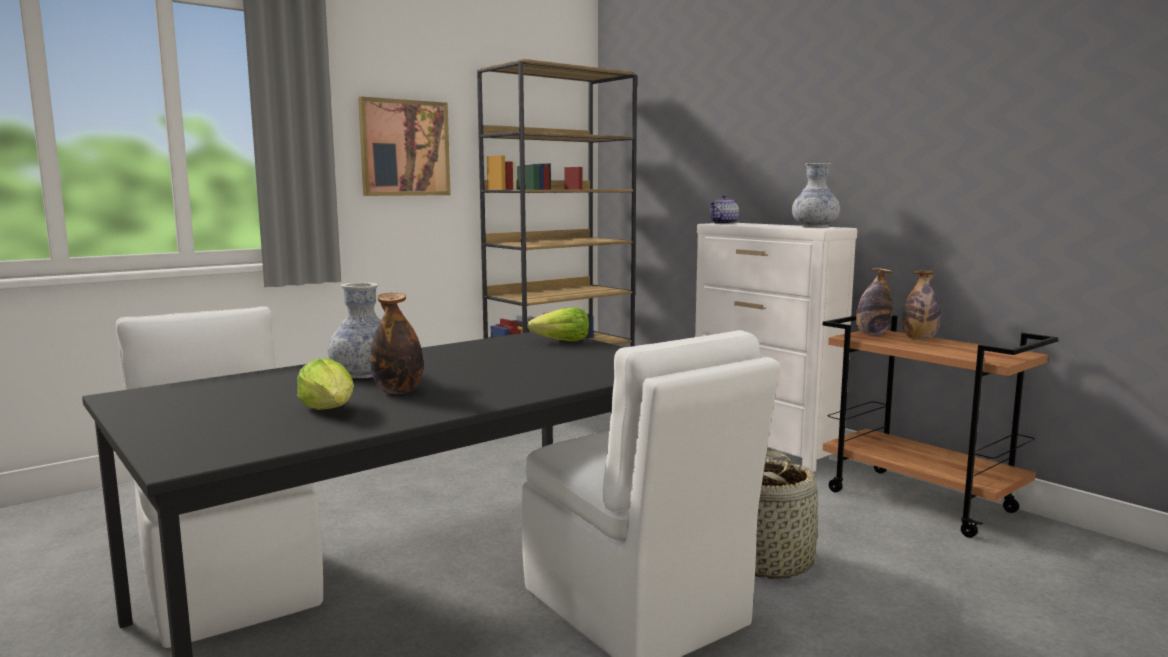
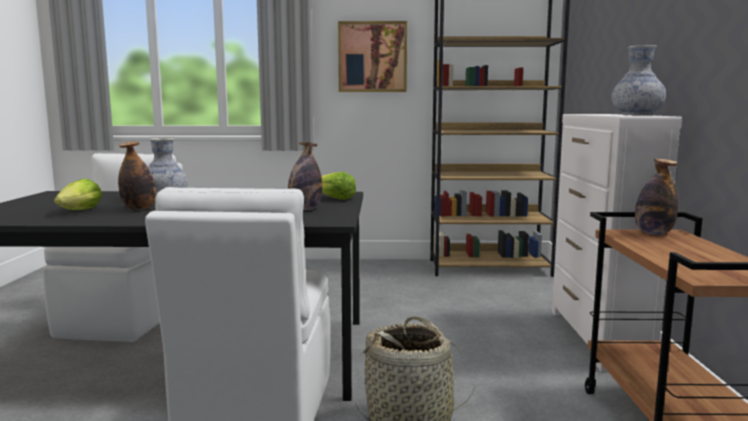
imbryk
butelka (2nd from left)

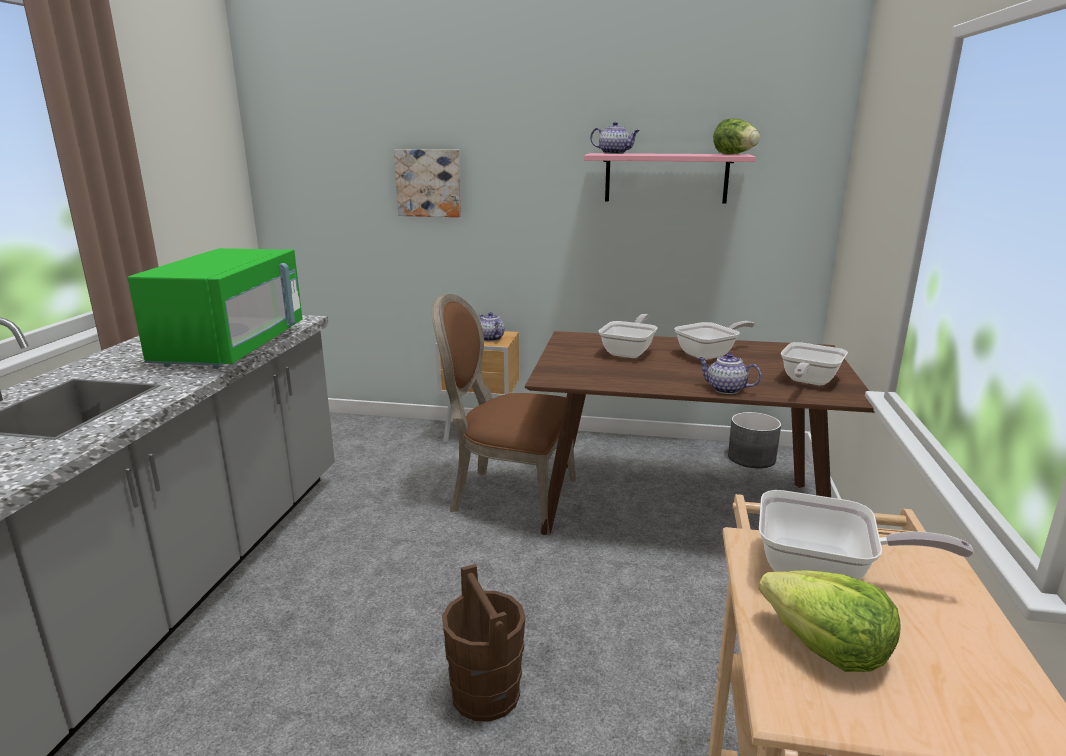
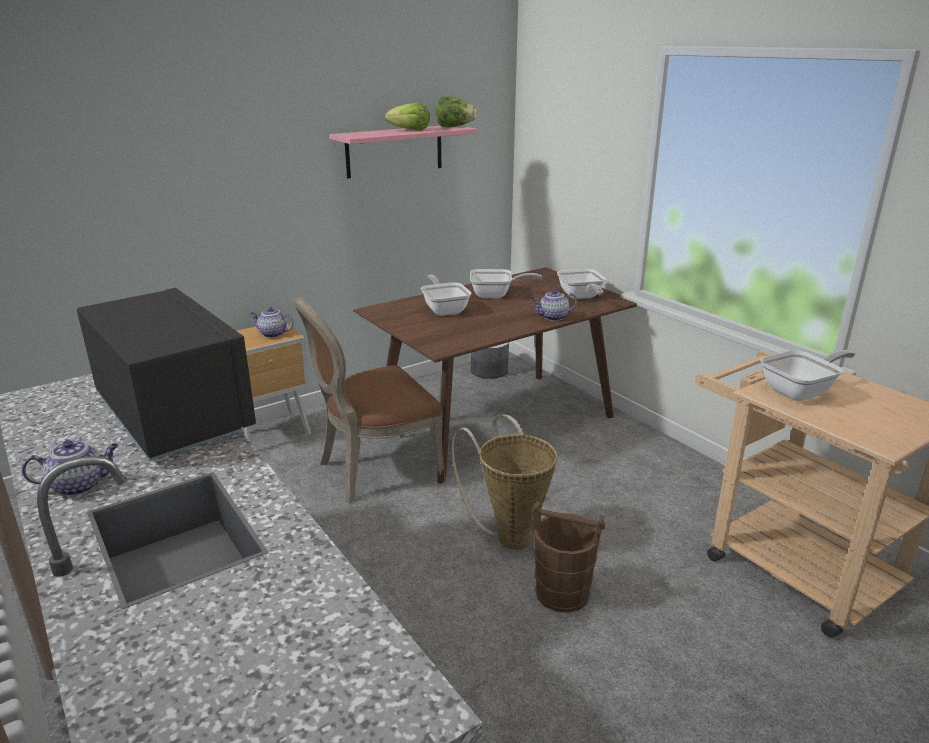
imbryk (1st from left)
obraz
mikrofalówka [czarny]
patelnia (2nd from left)
sałata (1st from left)
koszyk

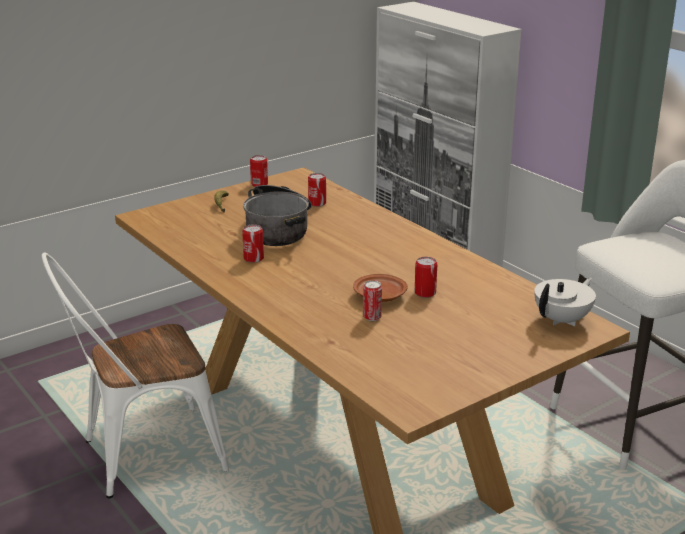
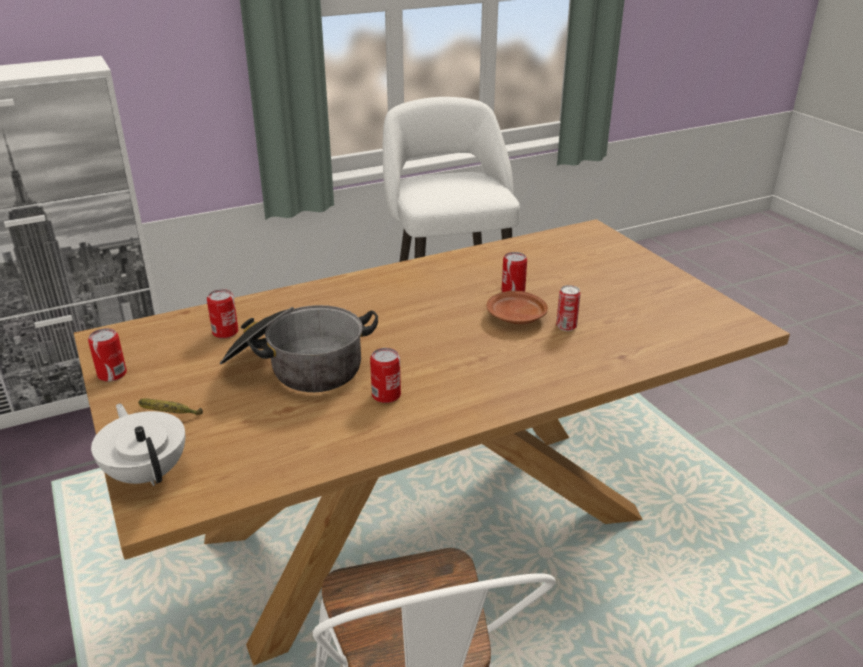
imbryk [biały]

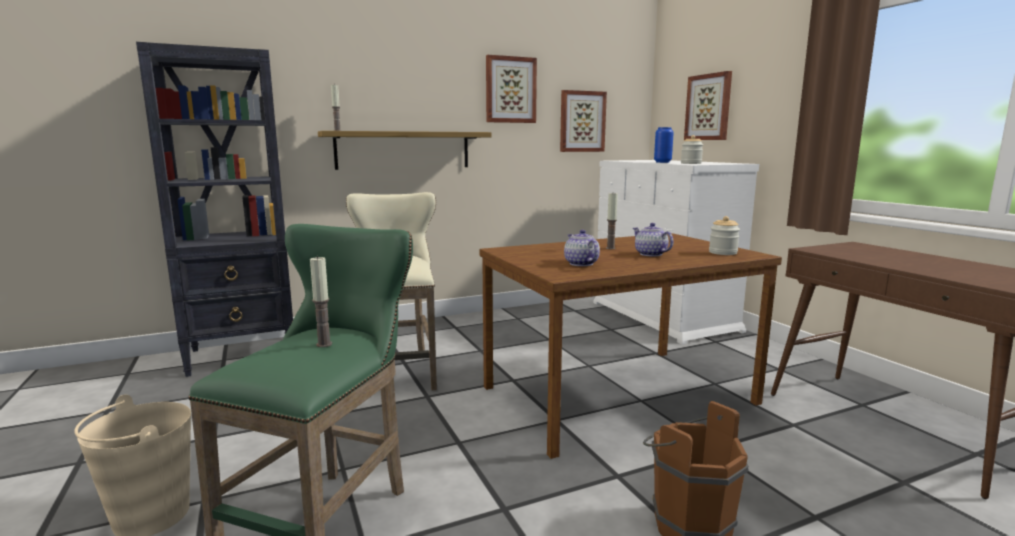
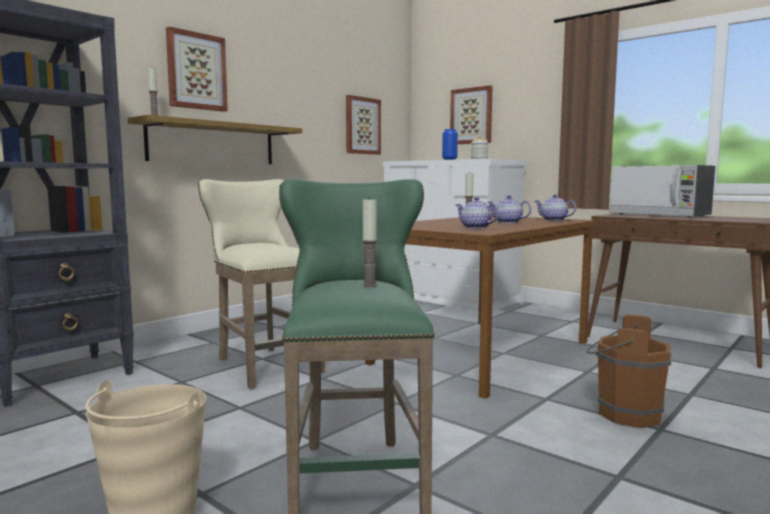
obraz (1st from left)
imbryk (3rd from left)
mikrofalówka

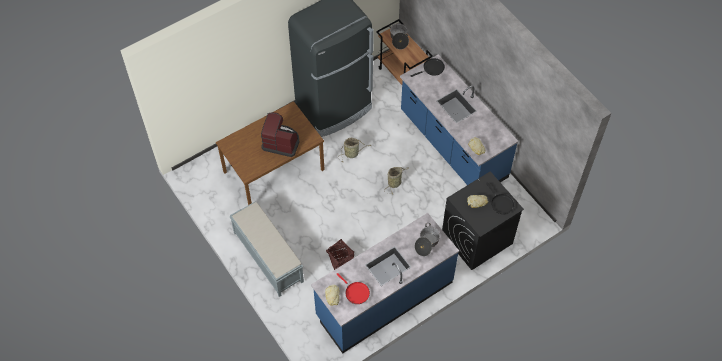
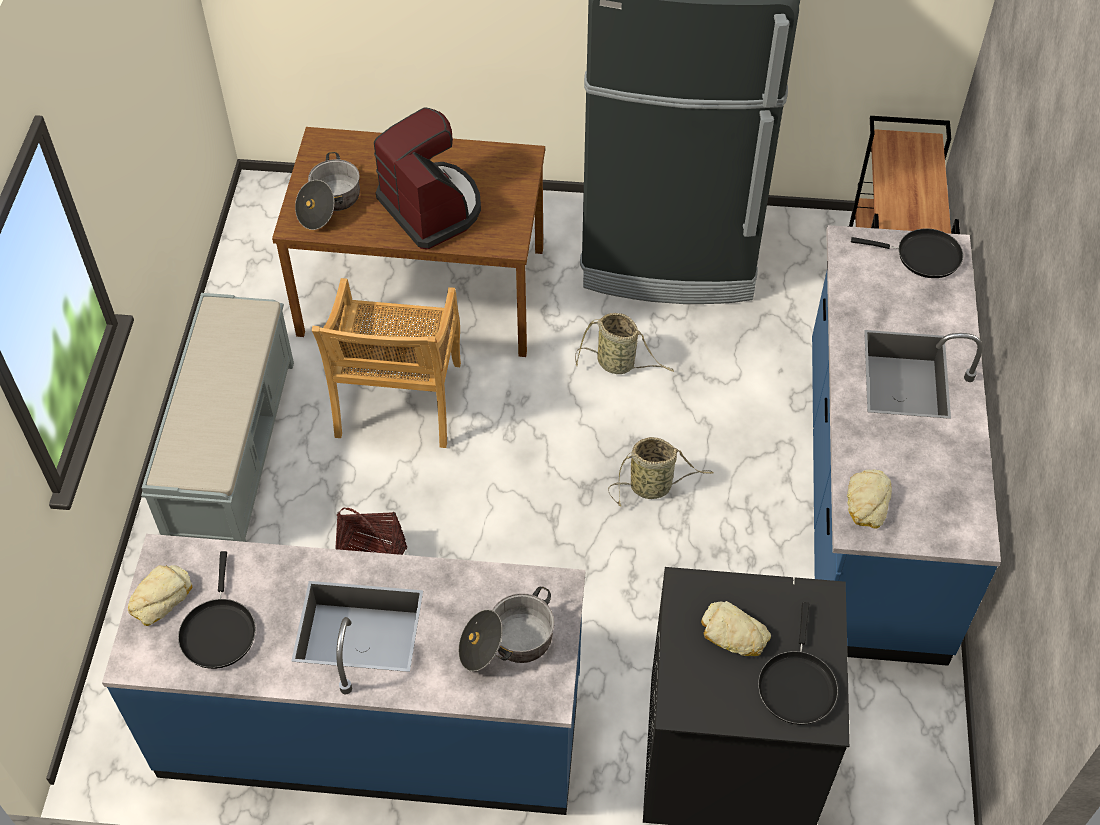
garnek (1st from left)
patelnia [czarny] (1st from left)
krzesło [beżowy]

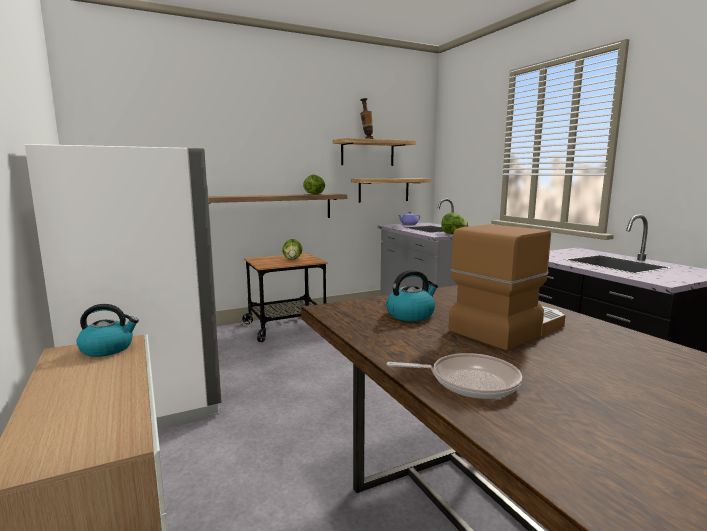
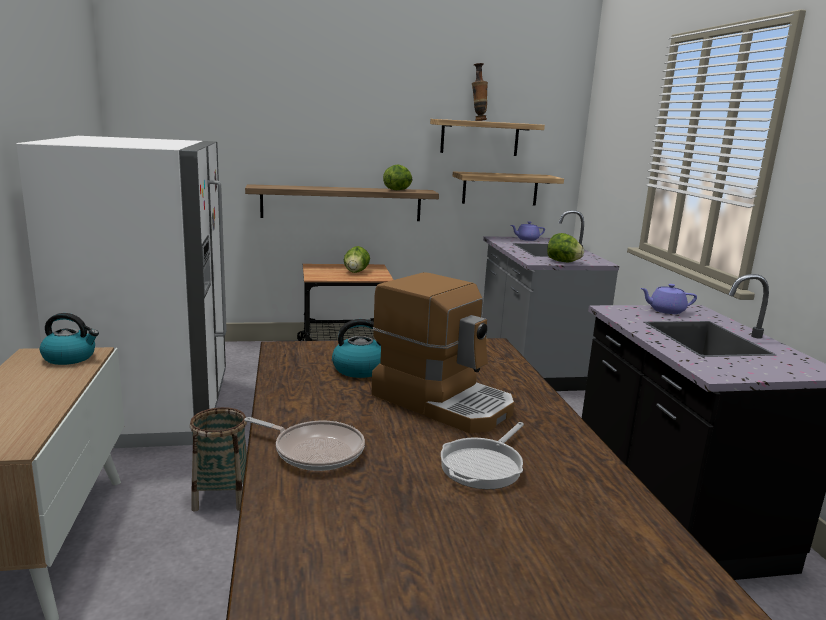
ekspres do kawy
imbryk [fioletowy] (2nd from left)
koszyk
patelnia (2nd from left)

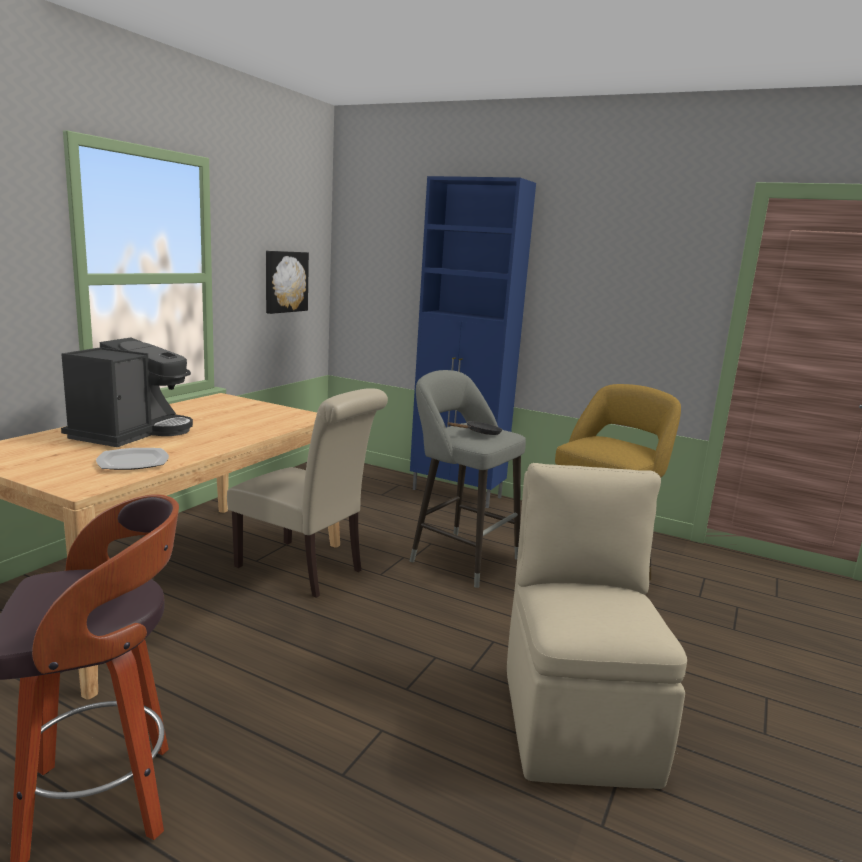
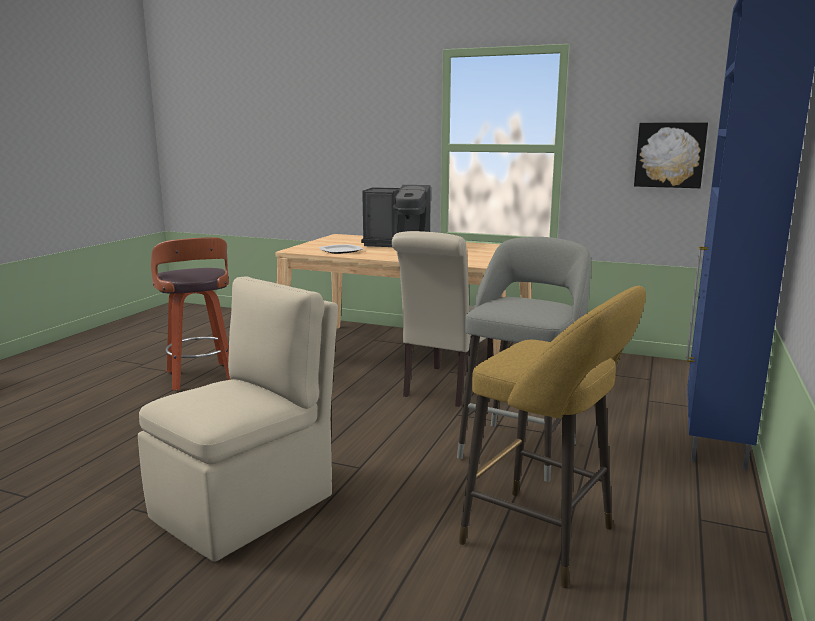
patelnia [czarny]
krzesło [beżowy] (1st from left)

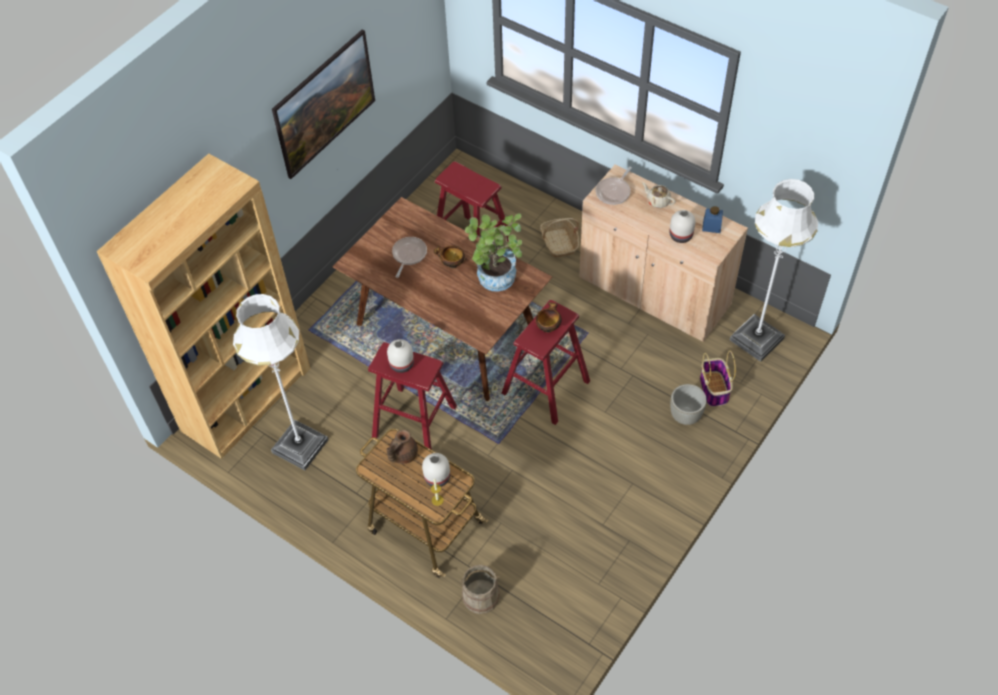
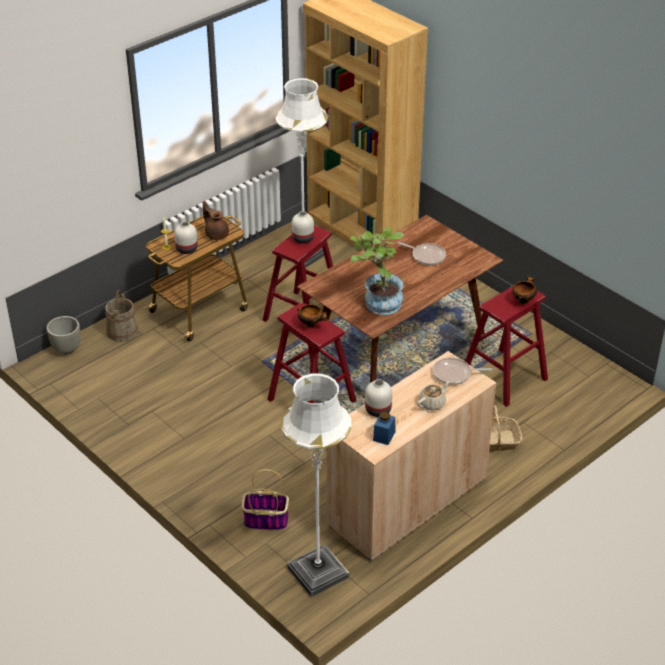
obraz
patelnia (2nd from left)
miska (2nd from left)
donica [szary]

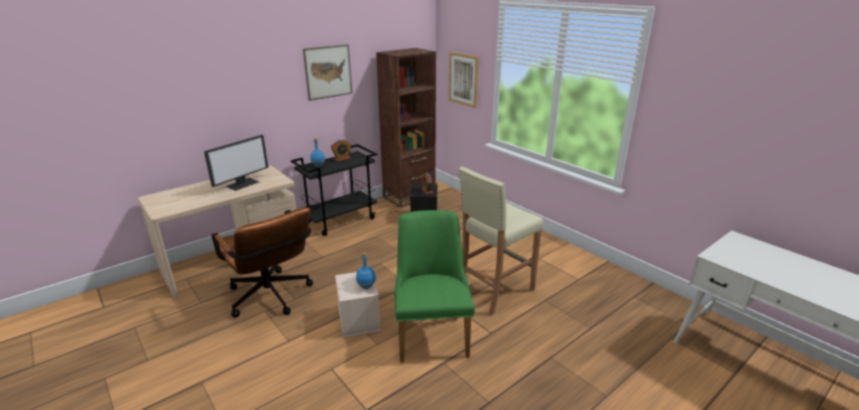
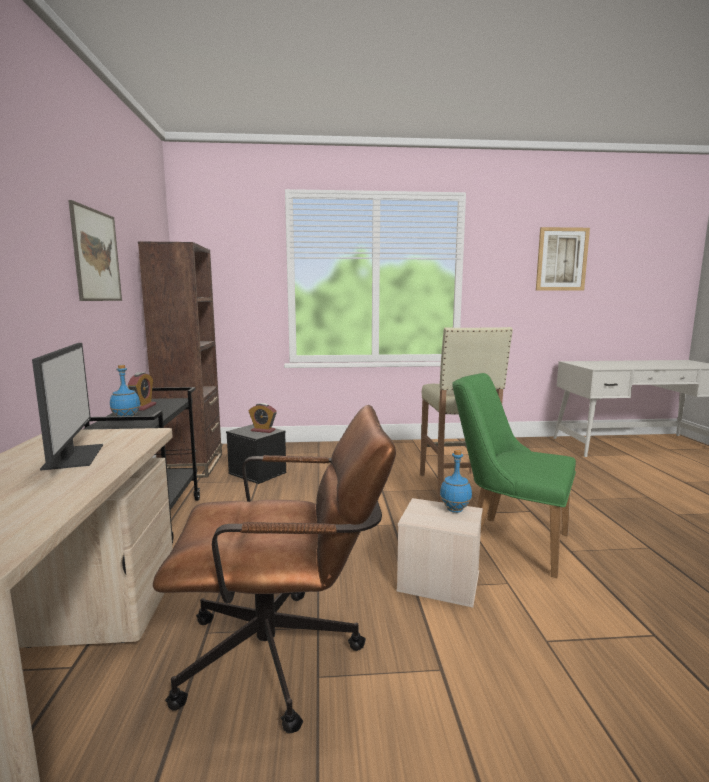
obraz (2nd from left)

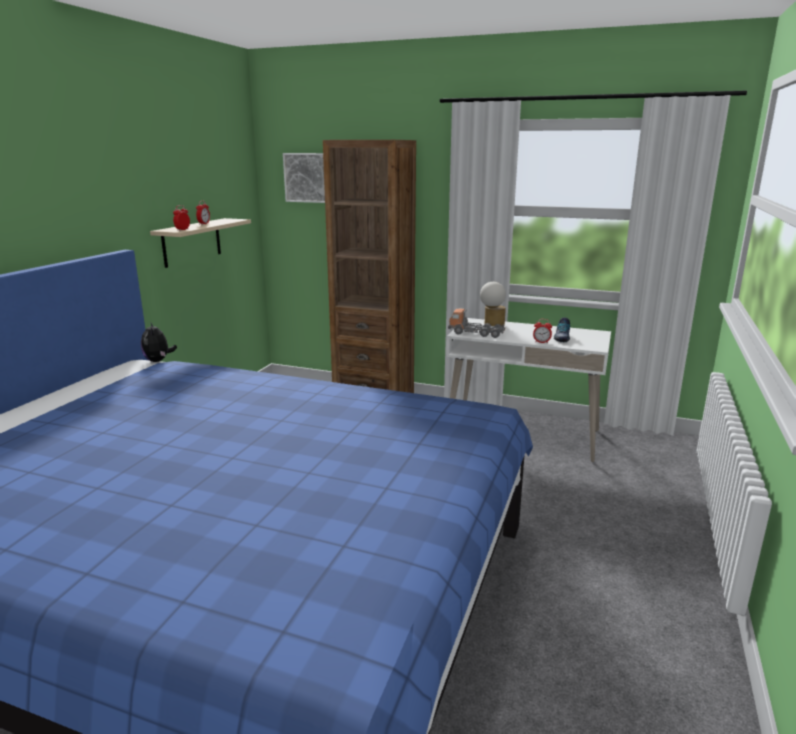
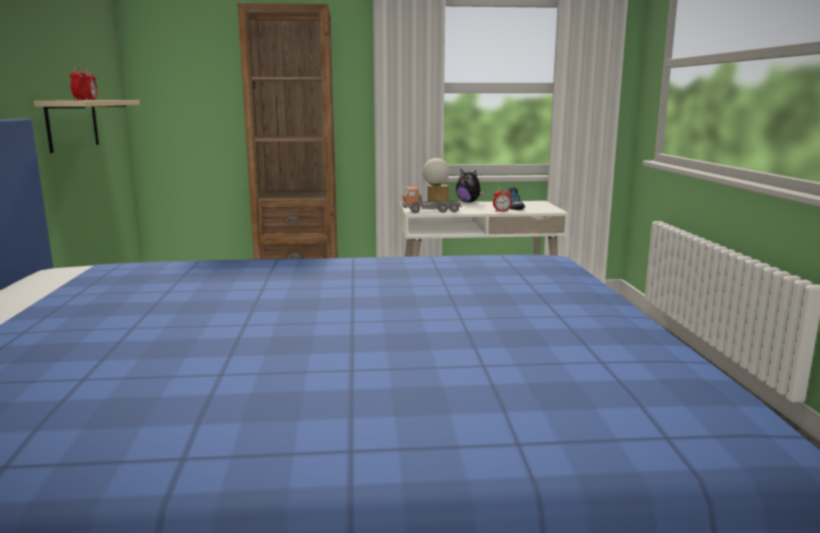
obraz
pluszak

